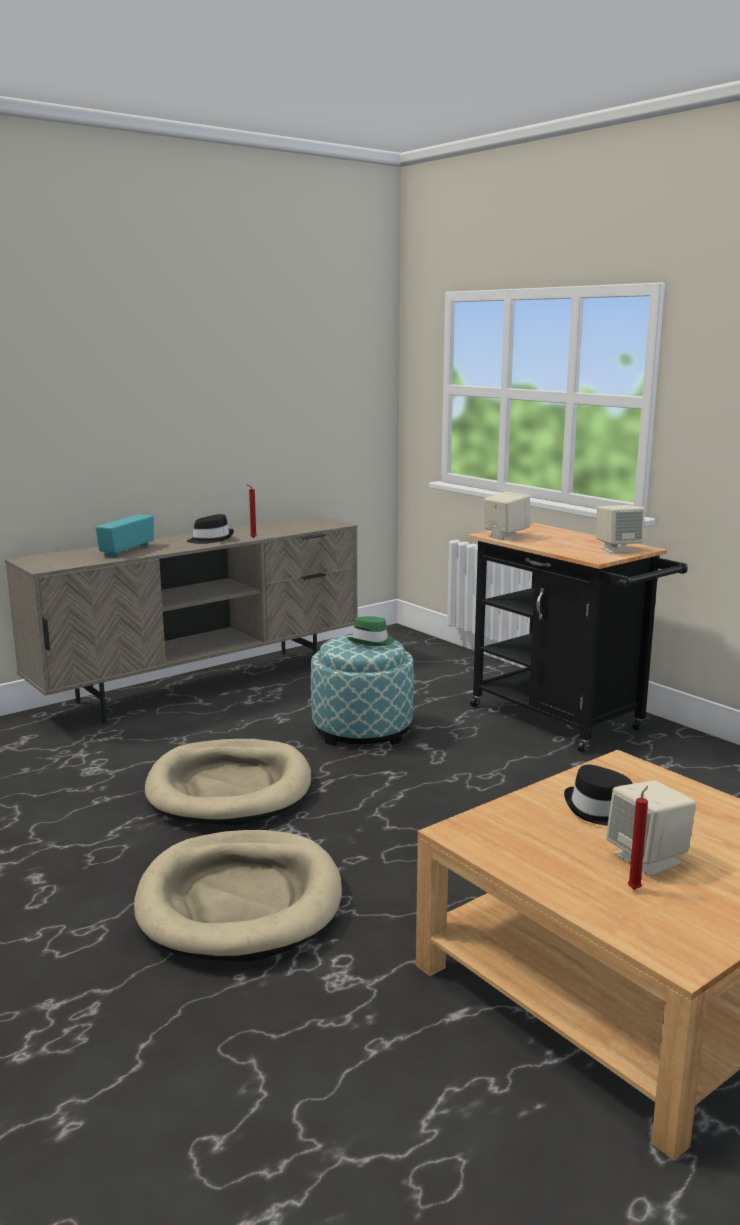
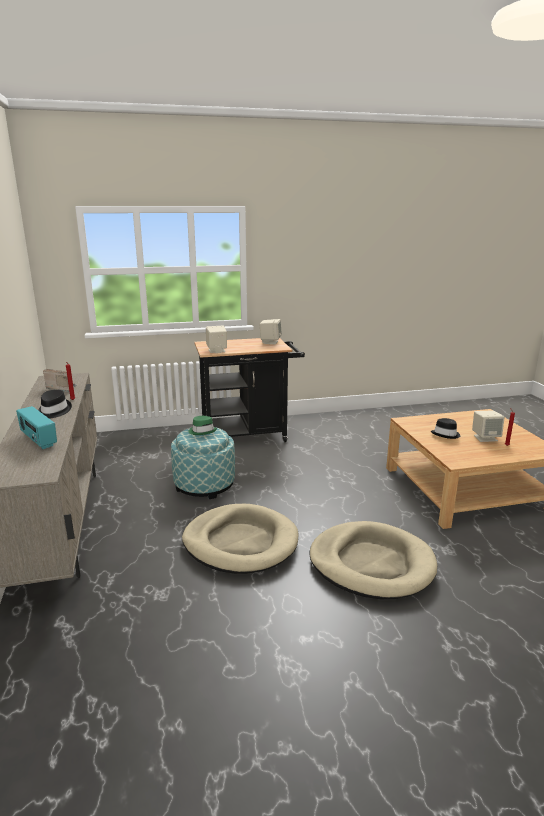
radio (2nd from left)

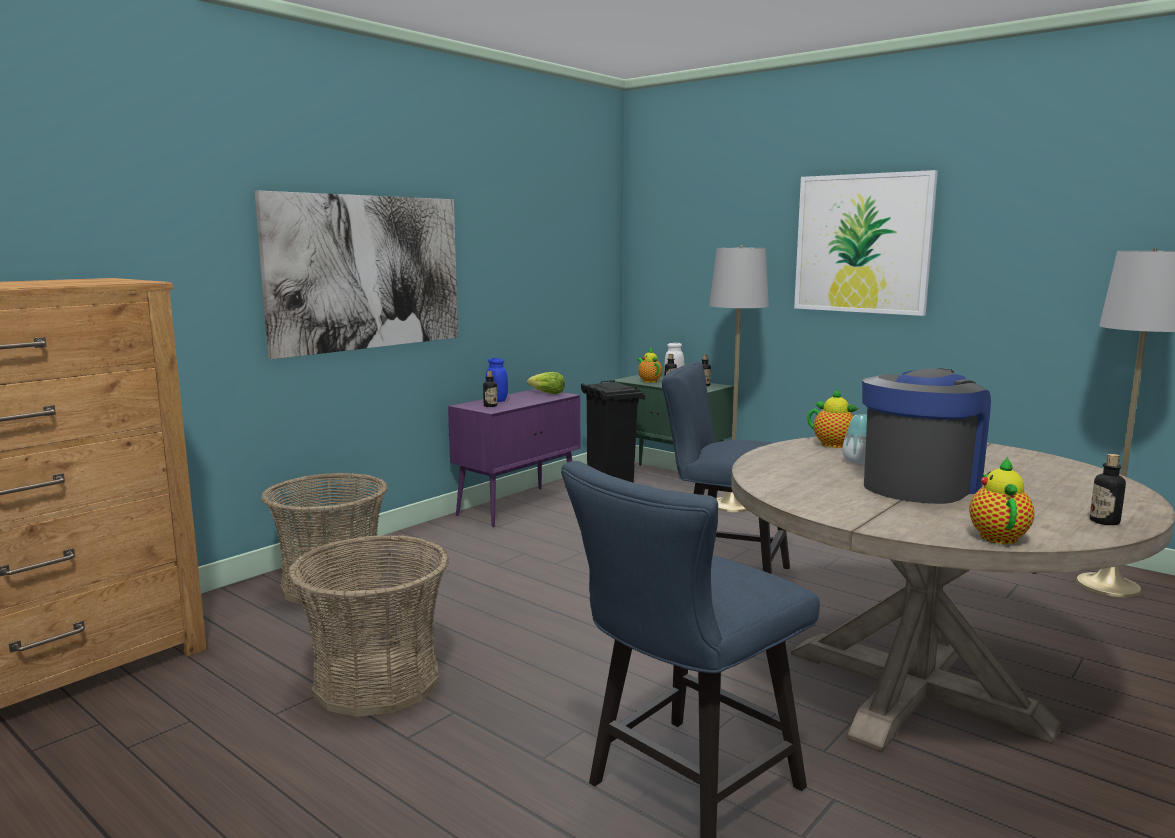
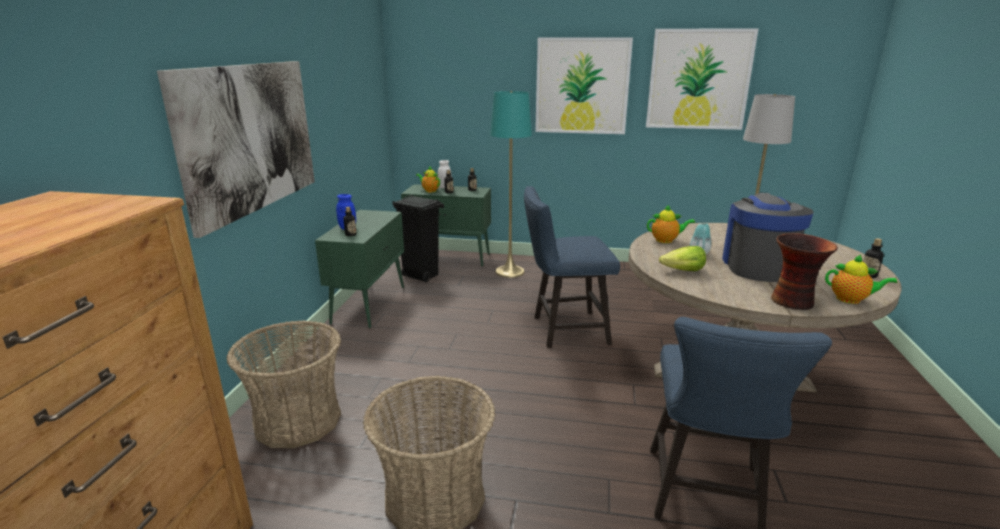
lampa stojąca [turkusowy]
sałata
szafka [zielony] (1st from left)
imbryk (3rd from left)
obraz (3rd from left)
wazon (2nd from left)

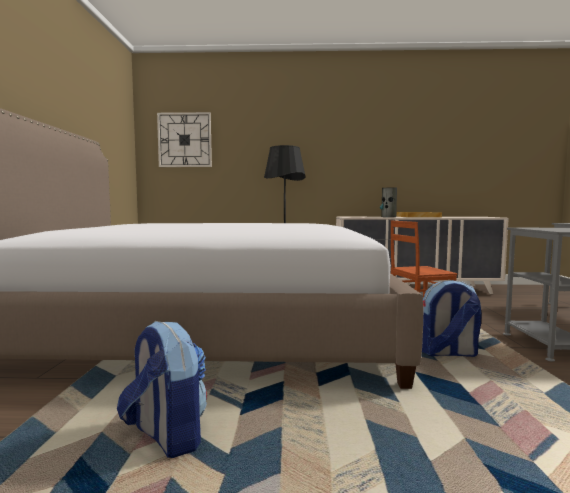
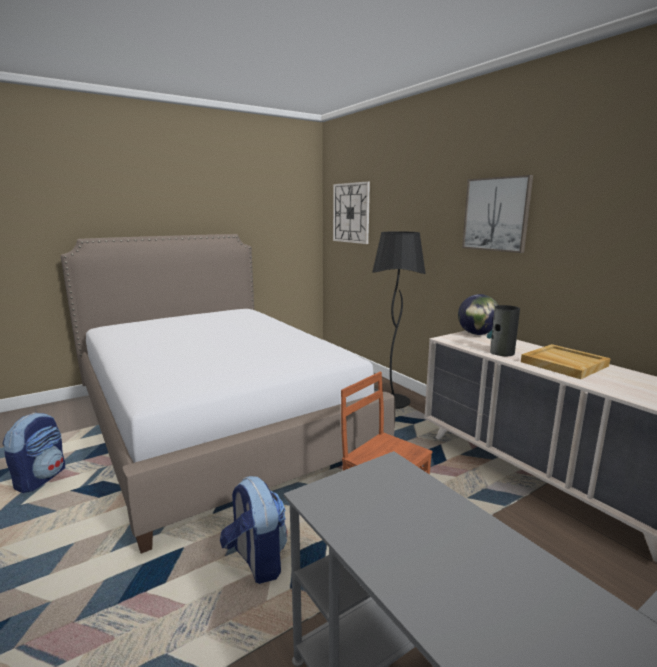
obraz
globus

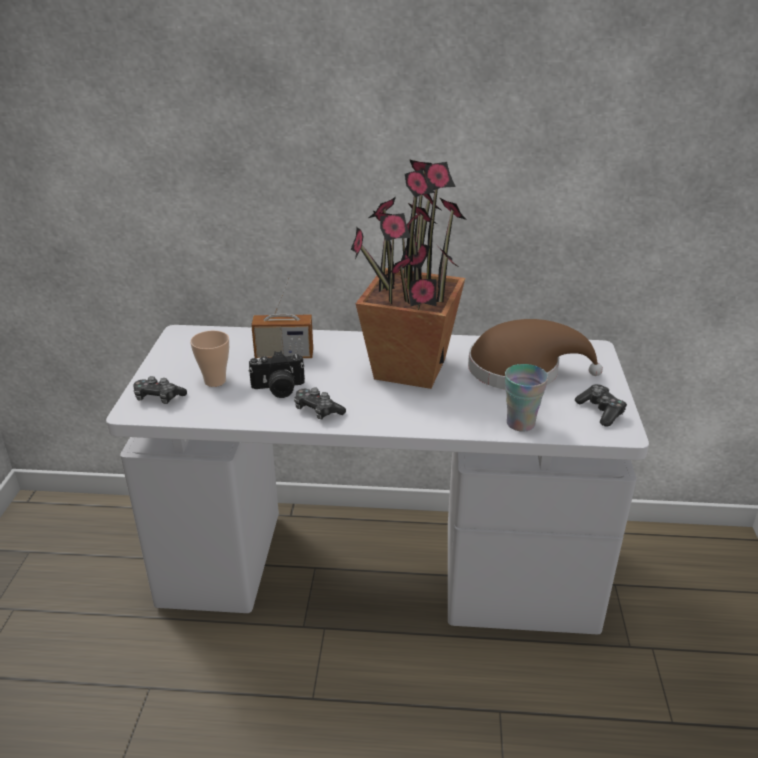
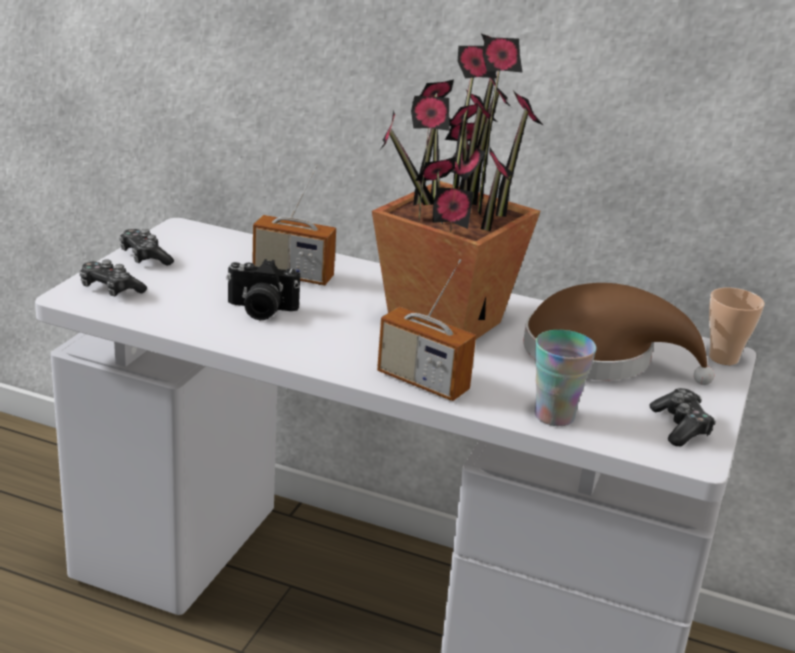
filiżanka (2nd from left)
pad do gier (2nd from left)
radio (2nd from left)

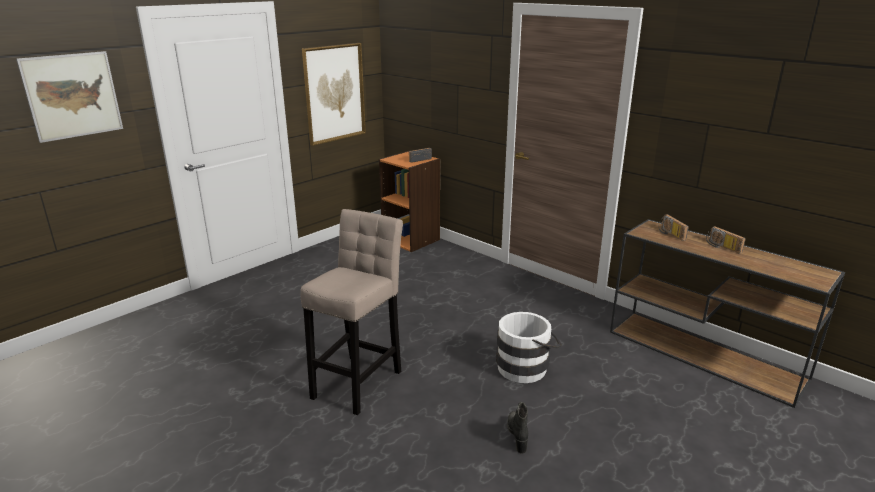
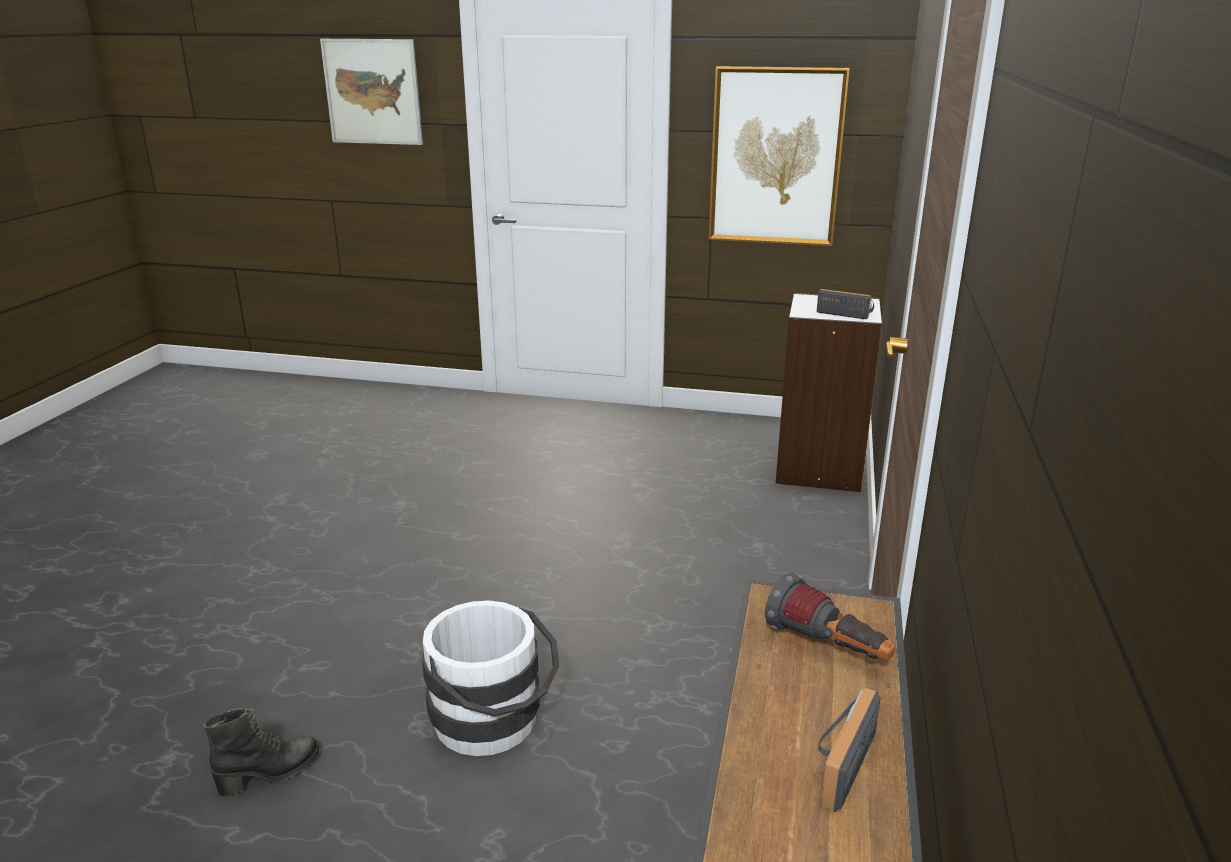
regał [biały]
stołek [beżowy]
latarka

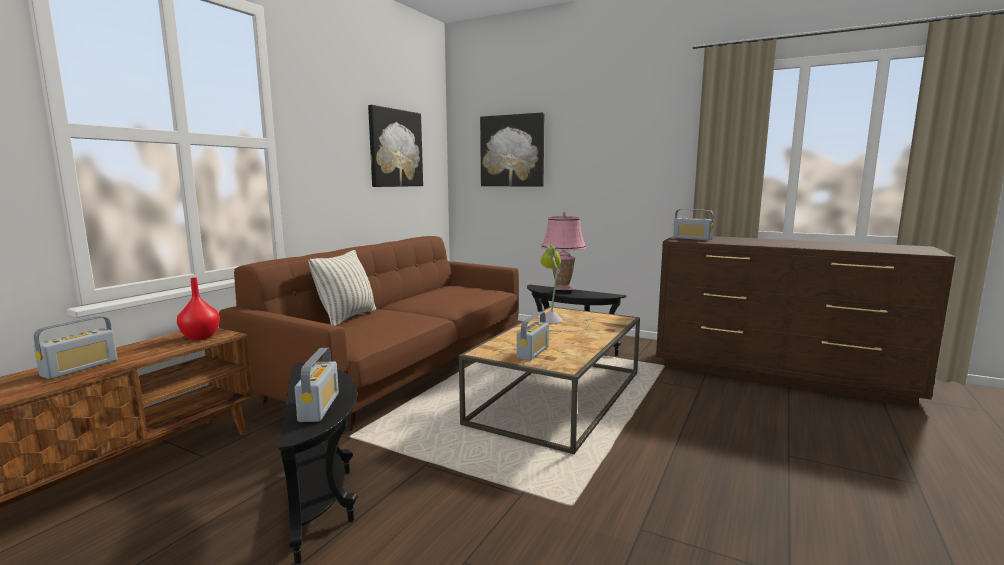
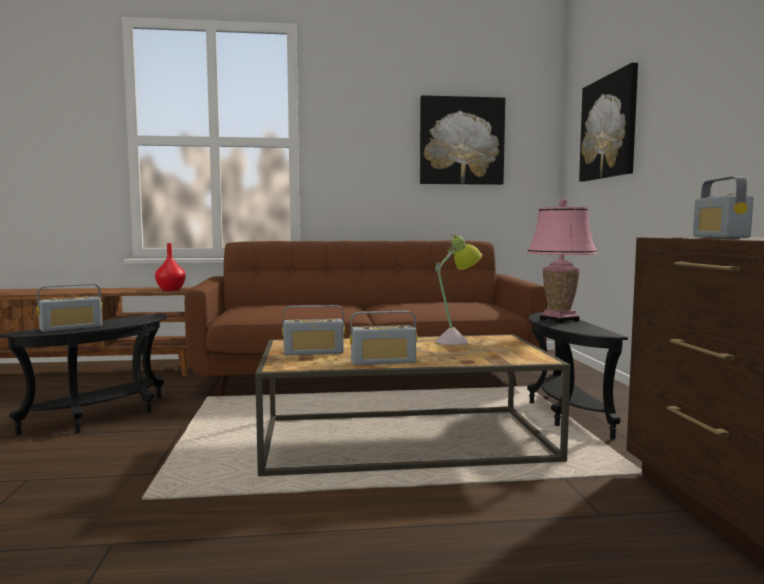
poduszka
radio (3rd from left)

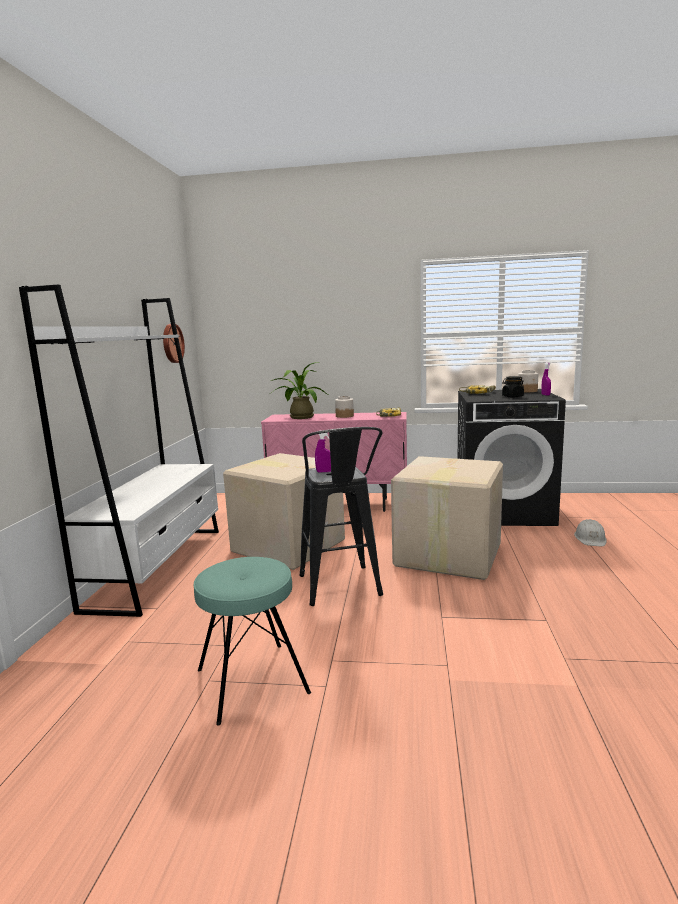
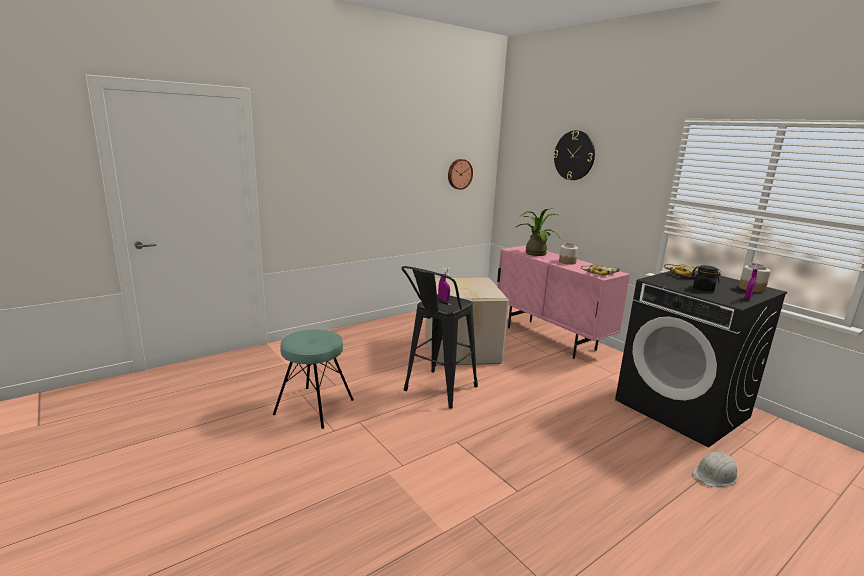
regał [biały]
karton (2nd from left in the first image)
zegar ścienny (2nd from left)

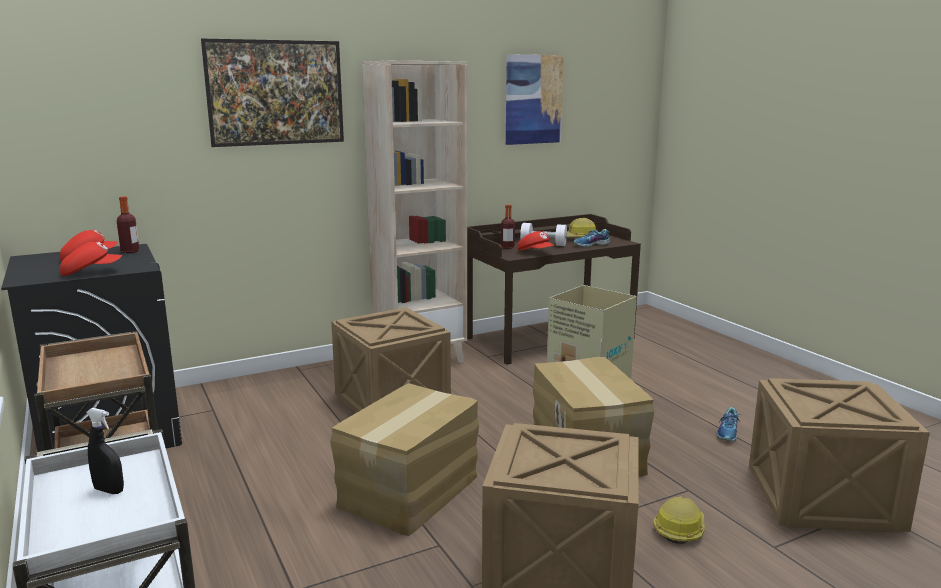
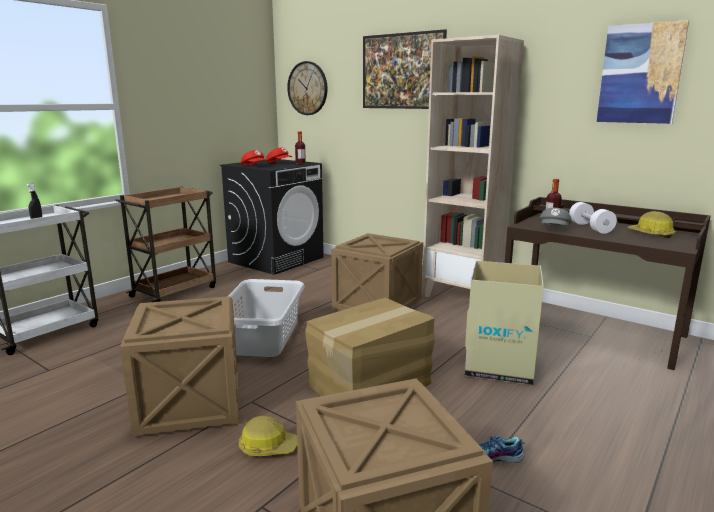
but (1st from left in the first image)
czapka z daszkiem [szary]
kosz na pranie [szary]
zegar ścienny

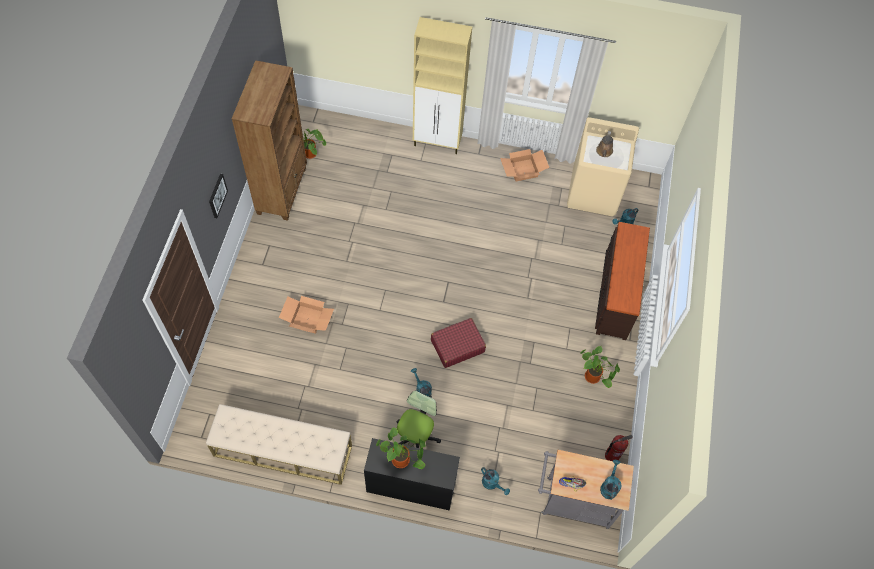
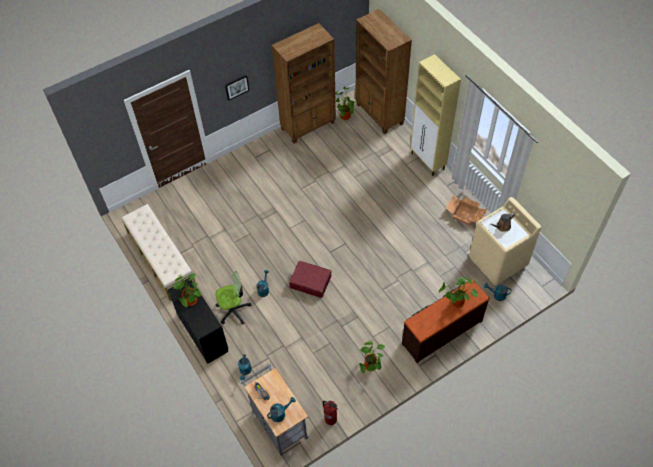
karton (1st from left in the first image)
regał [brązowy] (2nd from left)
roślina doniczkowa (4th from left)

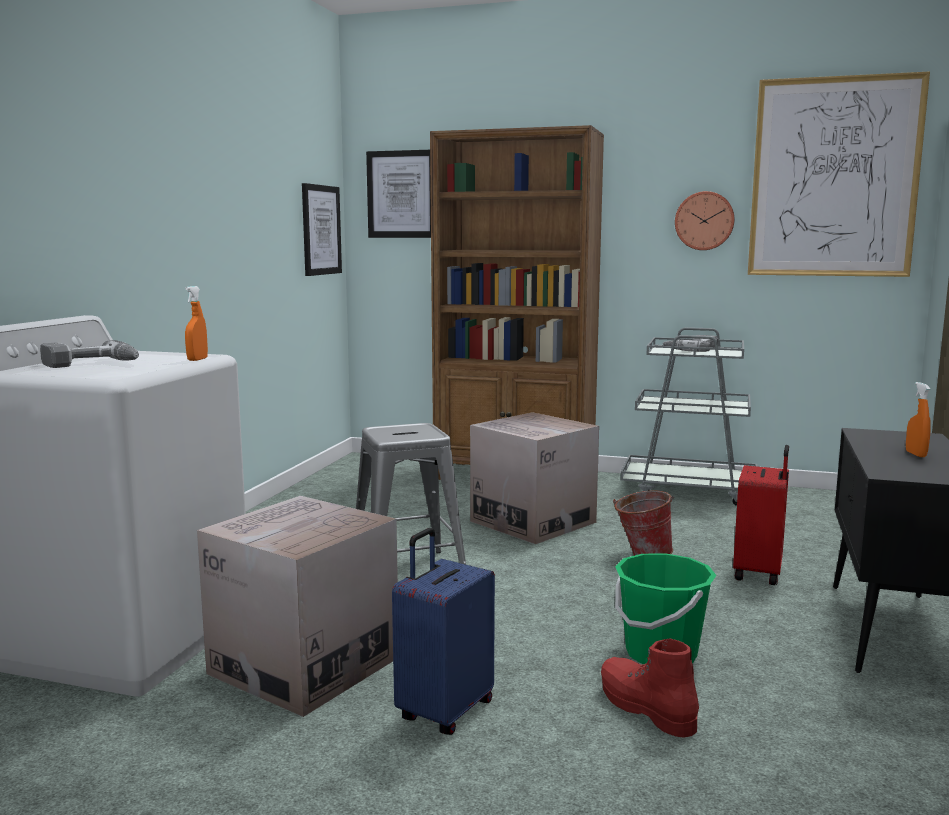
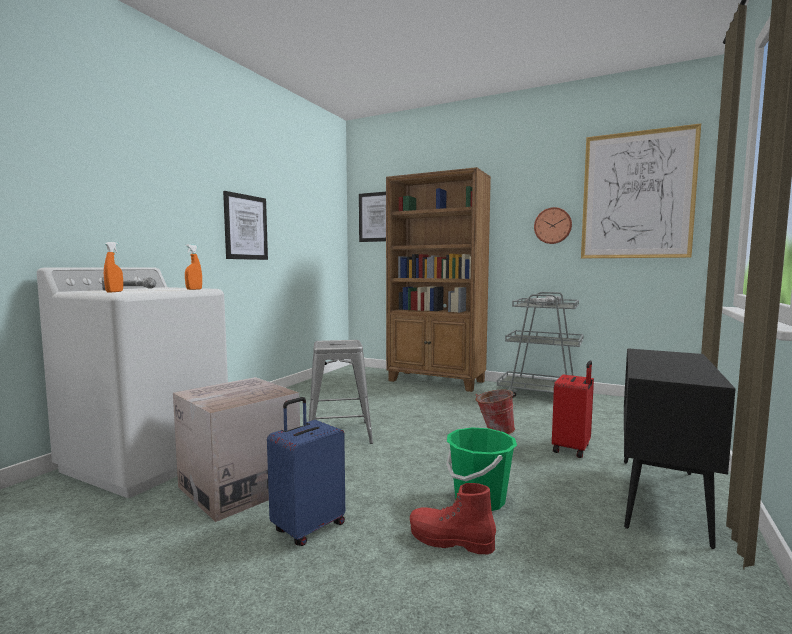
obraz (1st from left)
spryskiwacz [pomarańczowy] (1st from left)
karton (2nd from left in the first image)
but z cholewką [czerwony]

